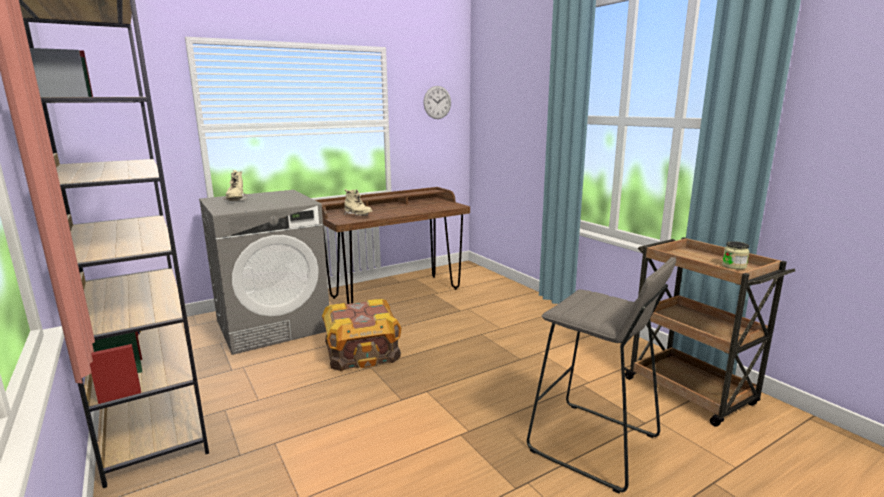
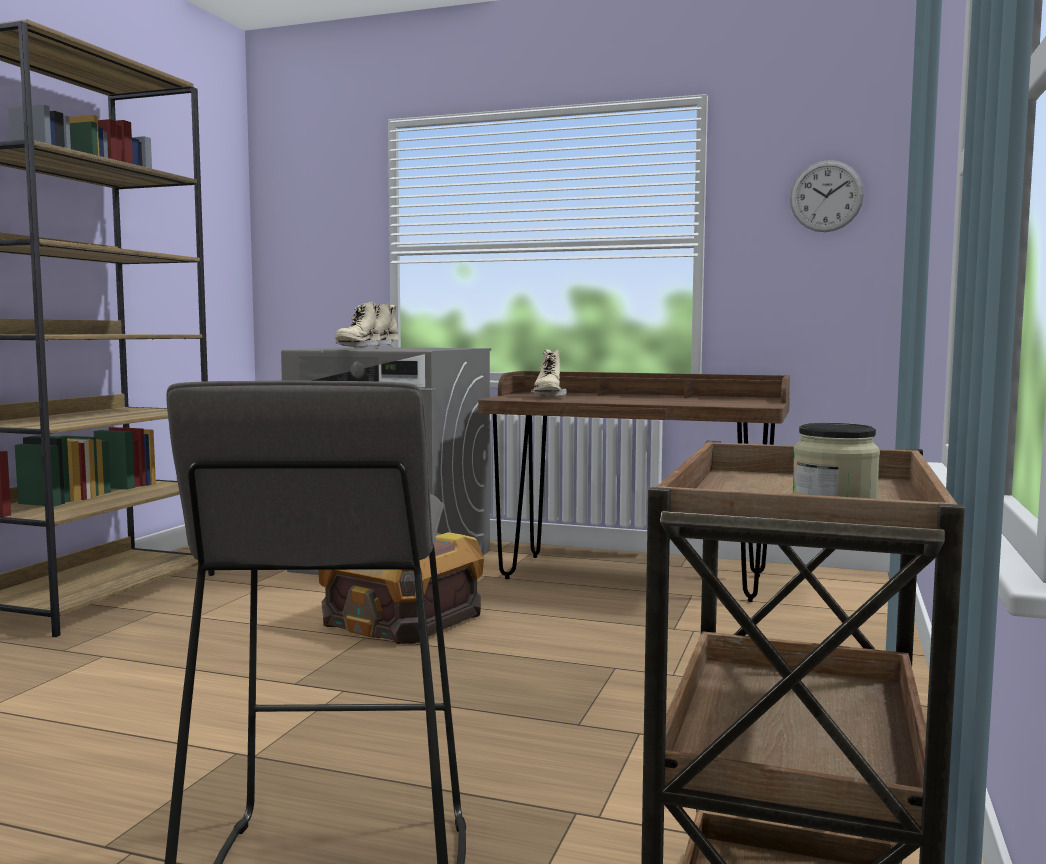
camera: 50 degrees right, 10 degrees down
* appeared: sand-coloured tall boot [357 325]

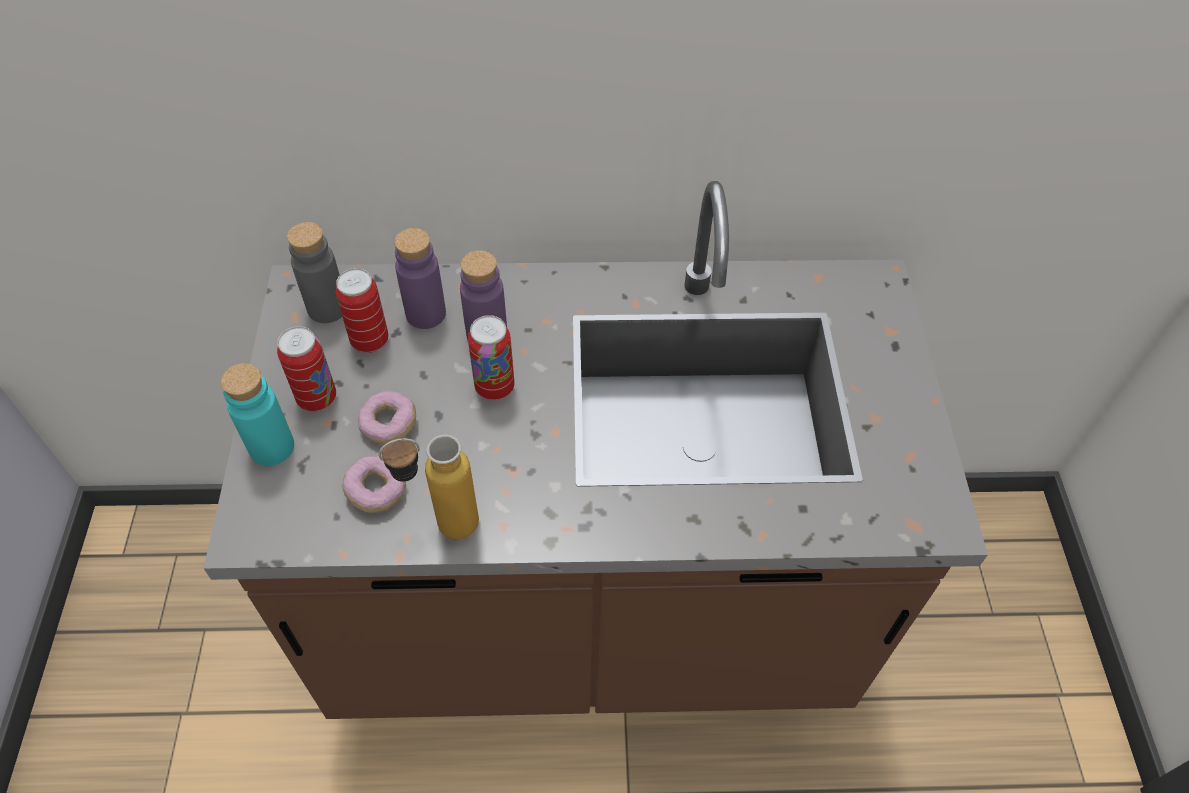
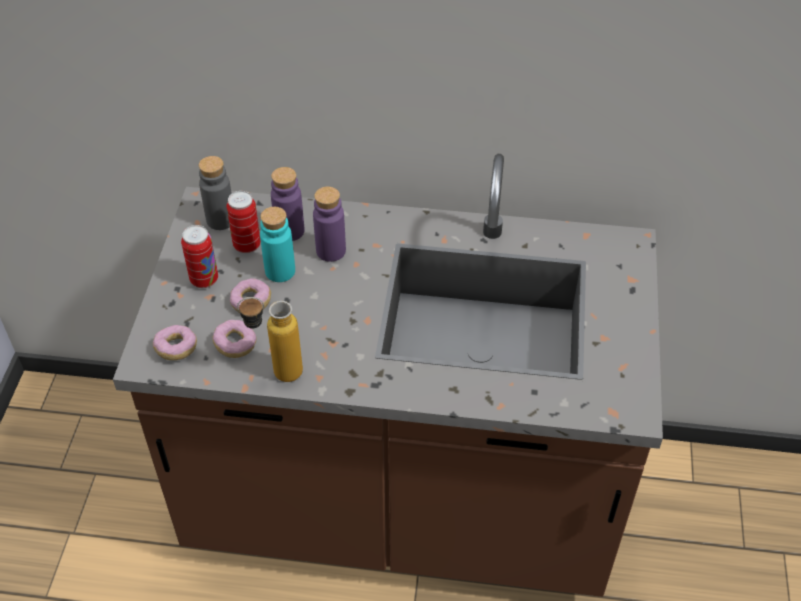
camera: 10 degrees right, 5 degrees down
* appeared: doughnut [175 342]
* relocated: blue-green drink bottle [257 414] to [277 244]
* missing: metal can [491 357]

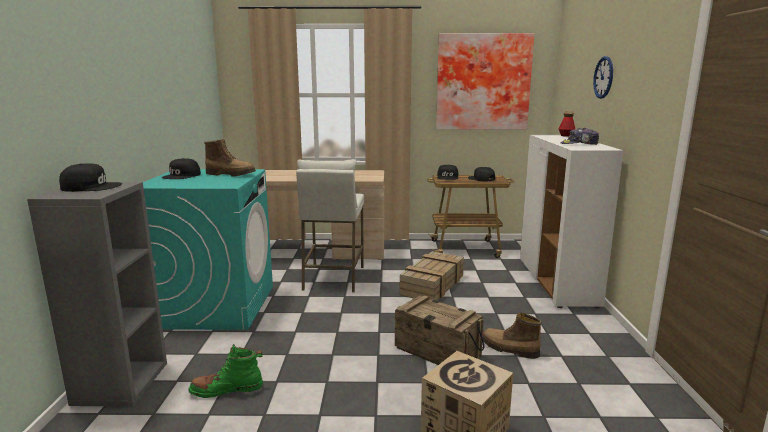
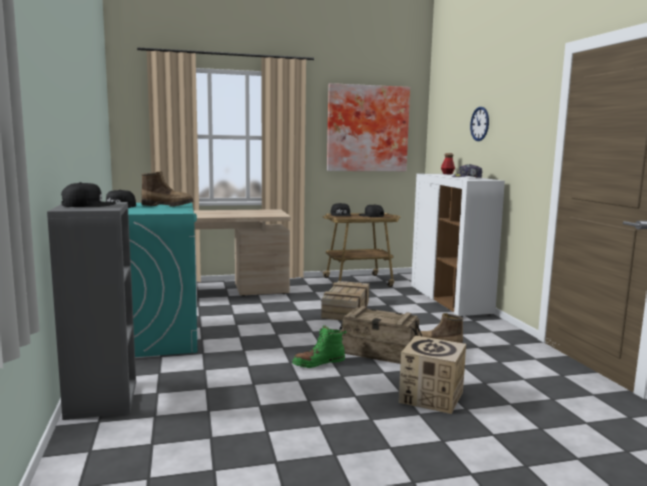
camera: 15 degrees left, 5 degrees down
* relocated: green tall boot [225 371] to [319 346]
* missing: white sitting stool [330 225]

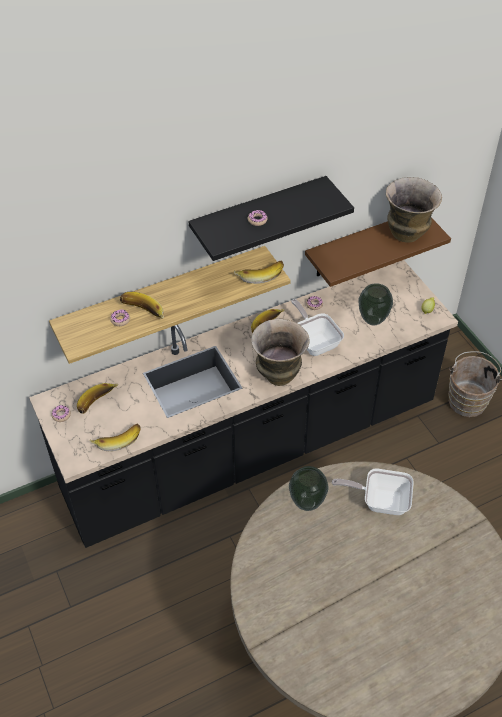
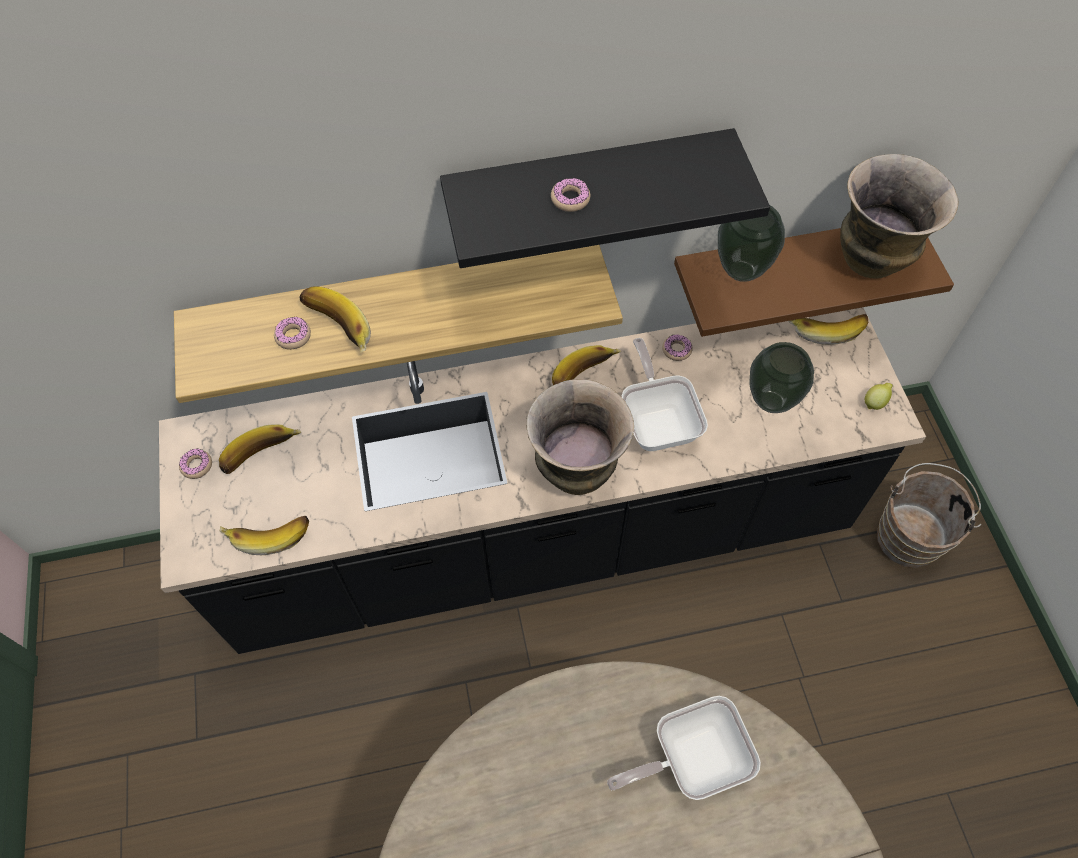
camera: 15 degrees right, 10 degrees up
* spun: skillet [373 492] = [684 748] 45 degrees counterclockwise
* relocated: flower vase [308 488] to [751 243]
* relocated: banana fruit [259 272] to [828 329]

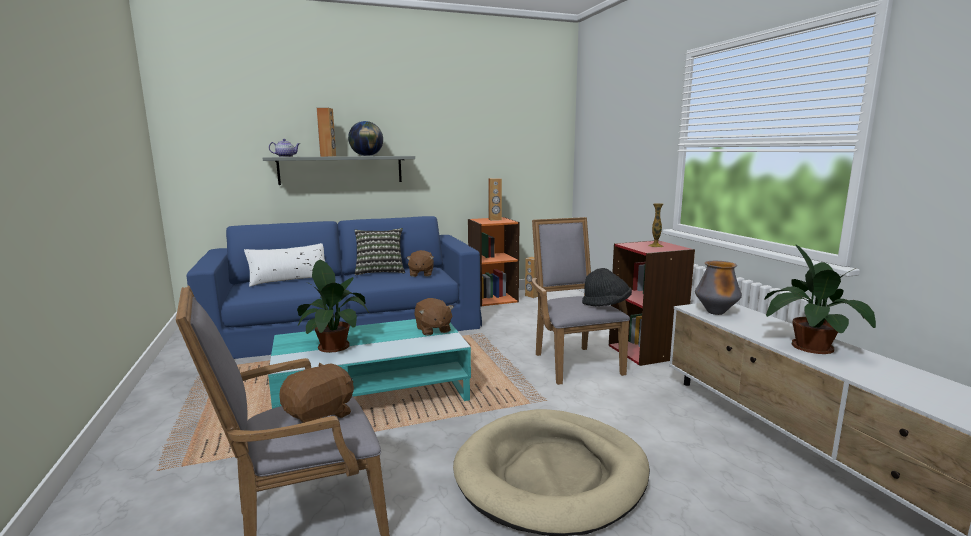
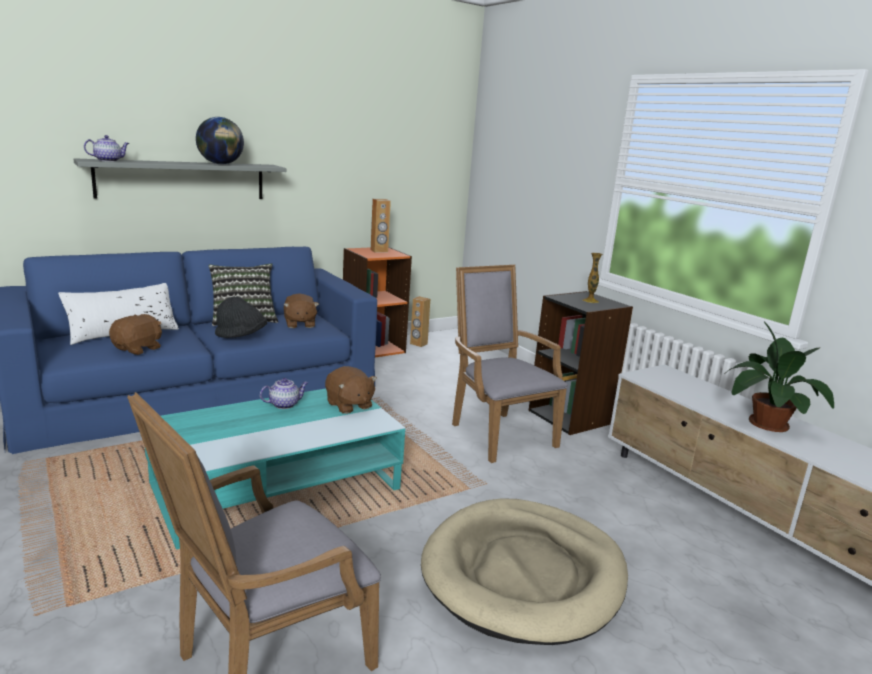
camera: 15 degrees left, 5 degrees up
* relocated: brown-coloured cuddly toy [316 392] to [135 334]
* relocated: black clothing hat [607 287] to [241 317]
* appeared: teapot [284 393]
* colour: red shelving unit [652 303] to black shelving unit [580 363]
* missing: houseplant [333 306]
* missing: brown-coloured audio speaker [326 132]
* missing: flower vase [718 288]

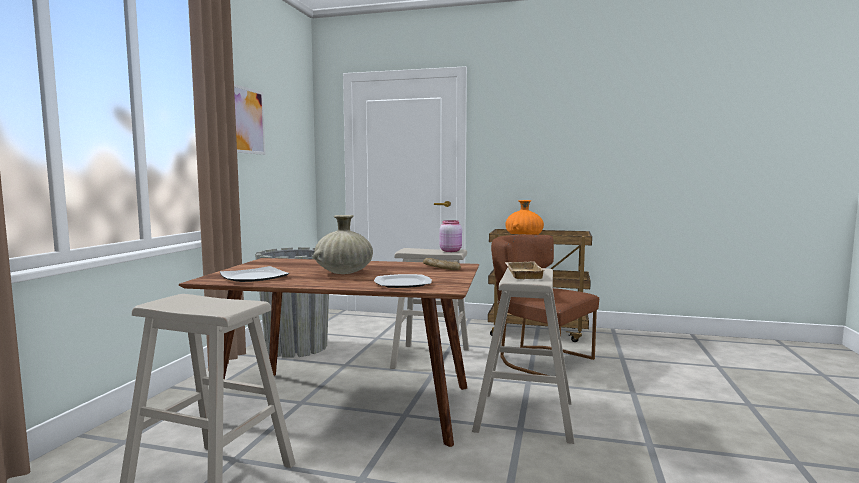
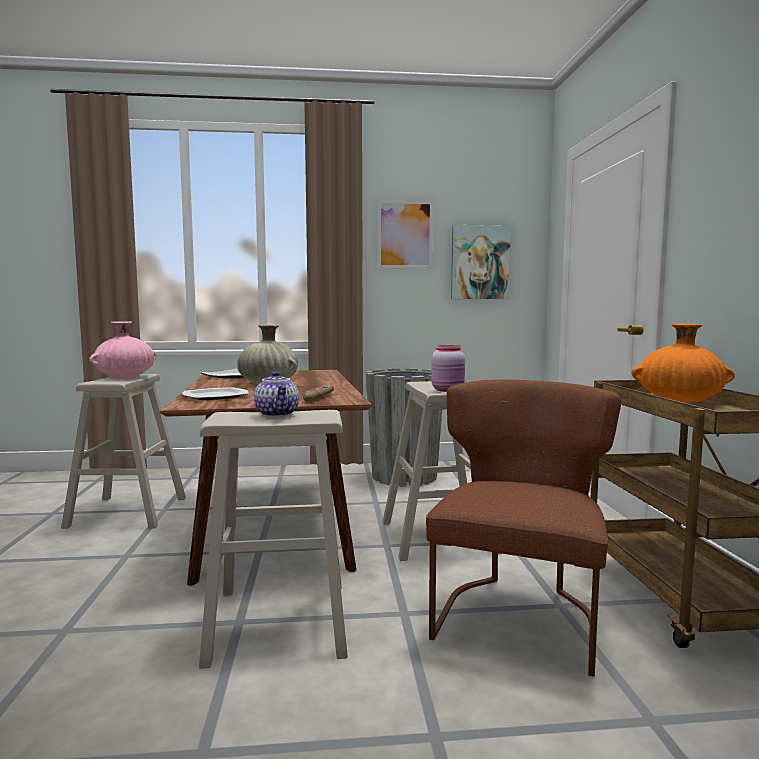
camera: 70 degrees right, 0 degrees up
* appeared: pinkish flower vase [123 349]
* exchanged: sand-coloured tray [524 270] to teapot [276 394]
* appeared: wall art [481 262]

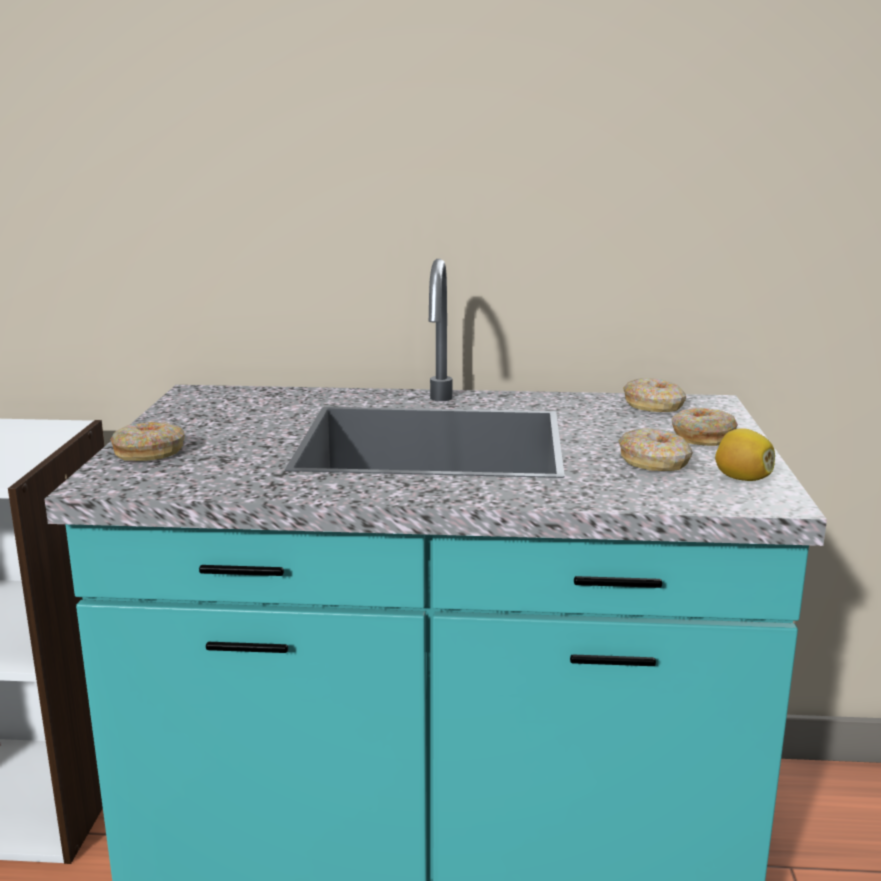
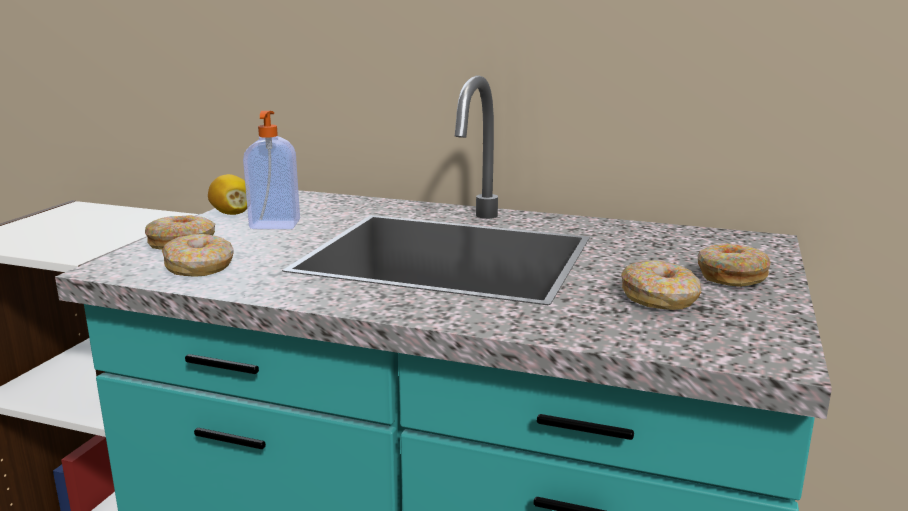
camera: 15 degrees right, 0 degrees up
* relocated: doughnut [654 395] to [198 255]
* relocated: citrus fruit [745 454] to [227 194]
* appeared: soap bottle [271 170]

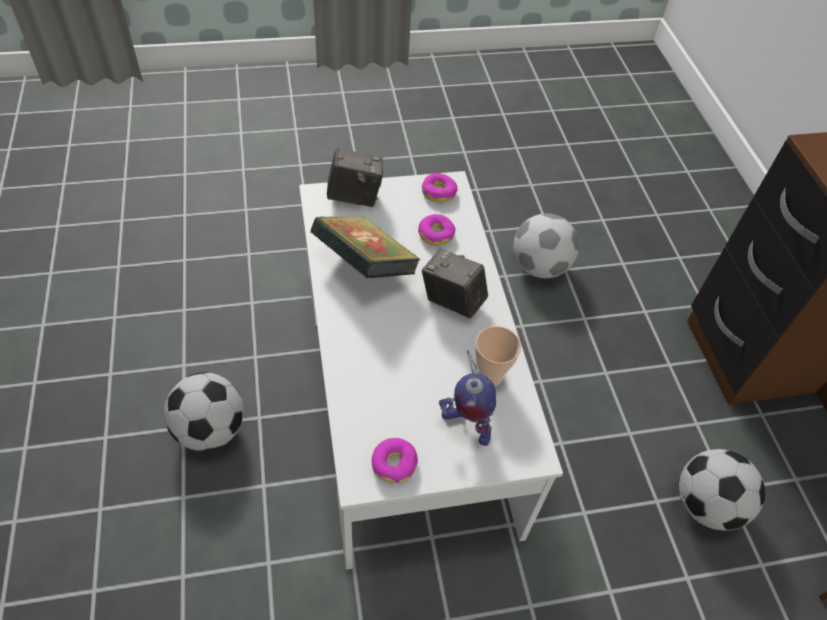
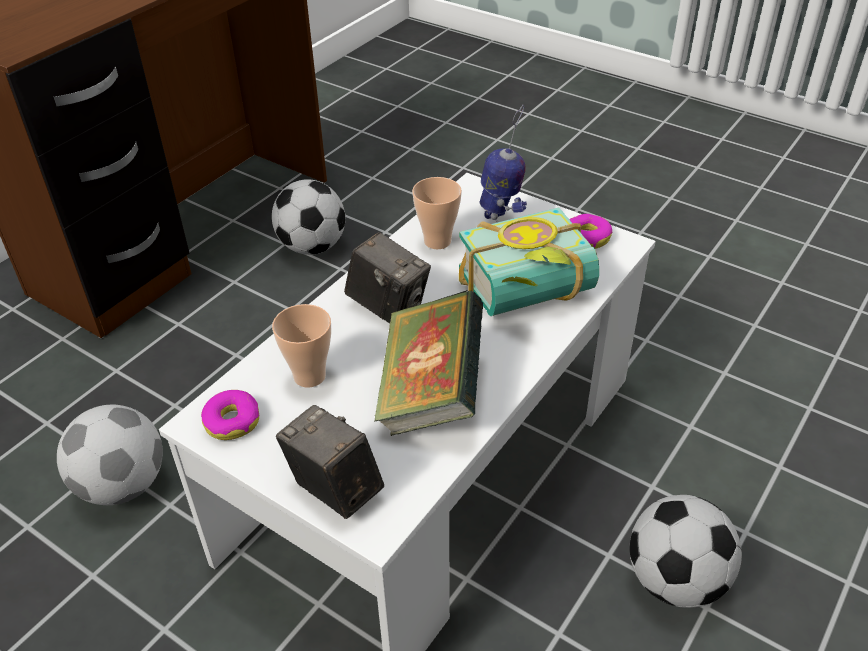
camera: 130 degrees left, 10 degrees down
* exchanged: doughnut [437 230] to cup [301 346]
* spun: still camera [455 284] = [387 278] 45 degrees counterclockwise
* appeared: book [529 262]

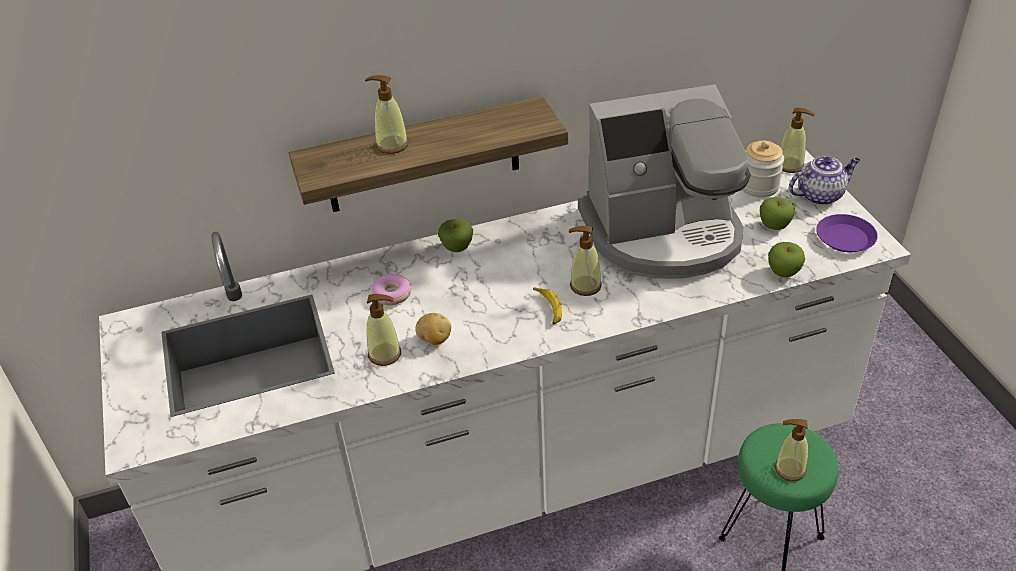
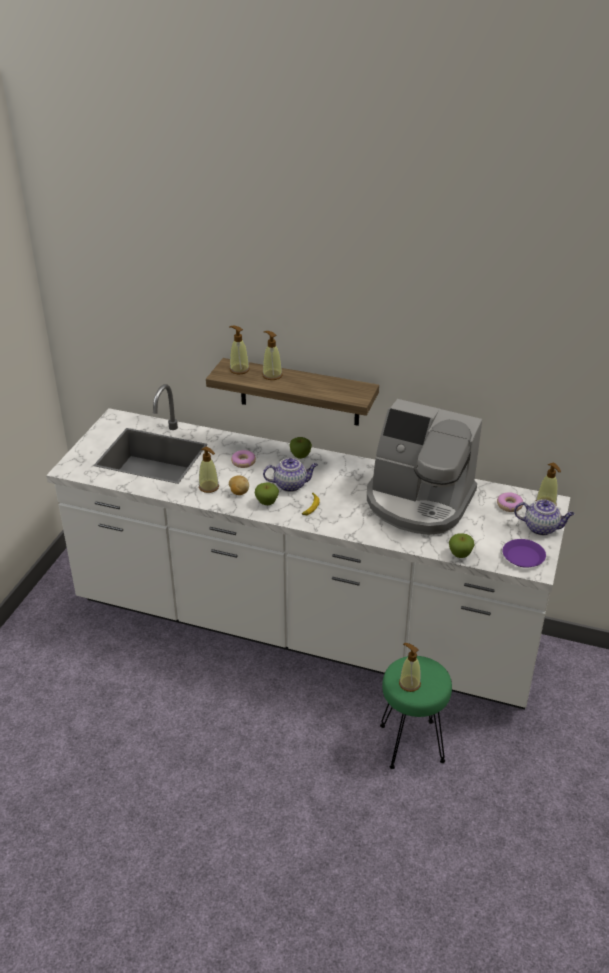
camera: 35 degrees right, 5 degrees down
* relocated: soap bottle [585 261] to [239 350]
* relocated: whole apple [777 213] to [267 494]
* appeared: teapot [290 475]
* exchanged: storage jar [763 169] to doughnut [510 502]

